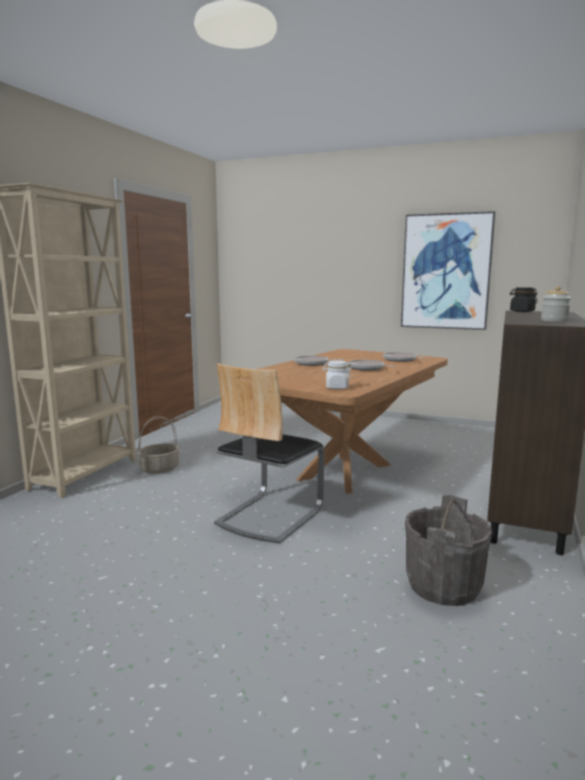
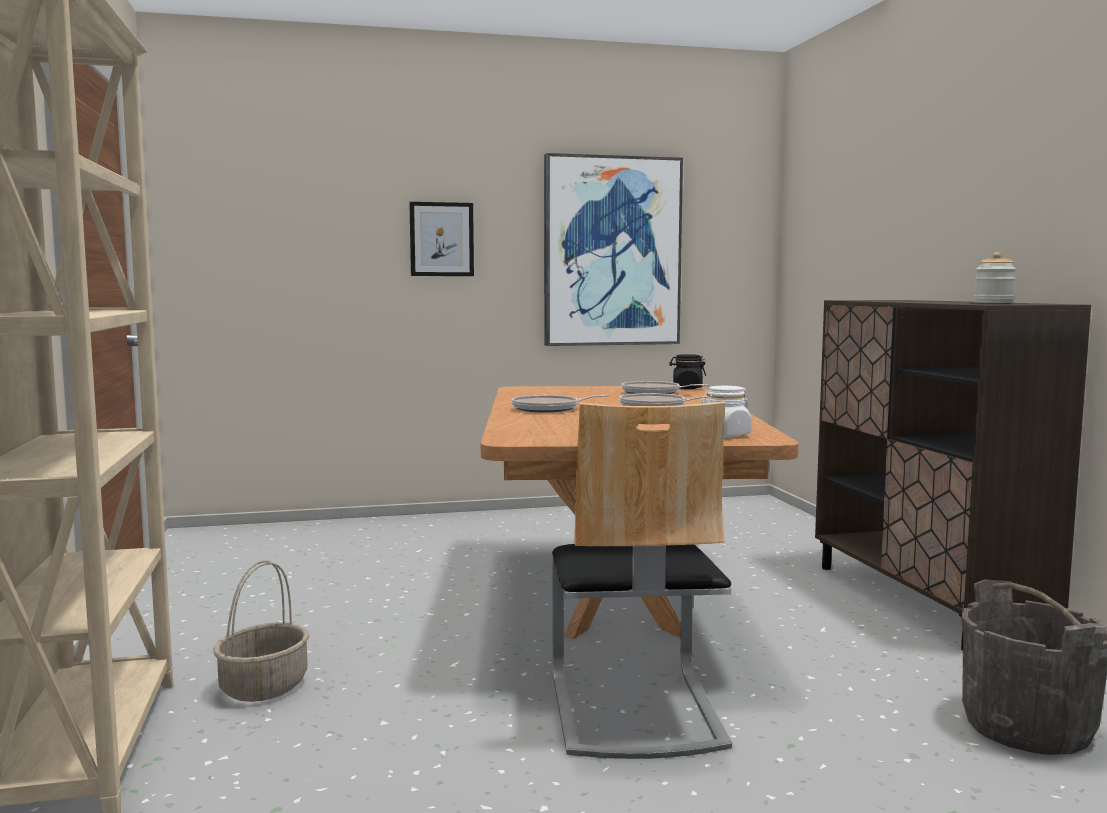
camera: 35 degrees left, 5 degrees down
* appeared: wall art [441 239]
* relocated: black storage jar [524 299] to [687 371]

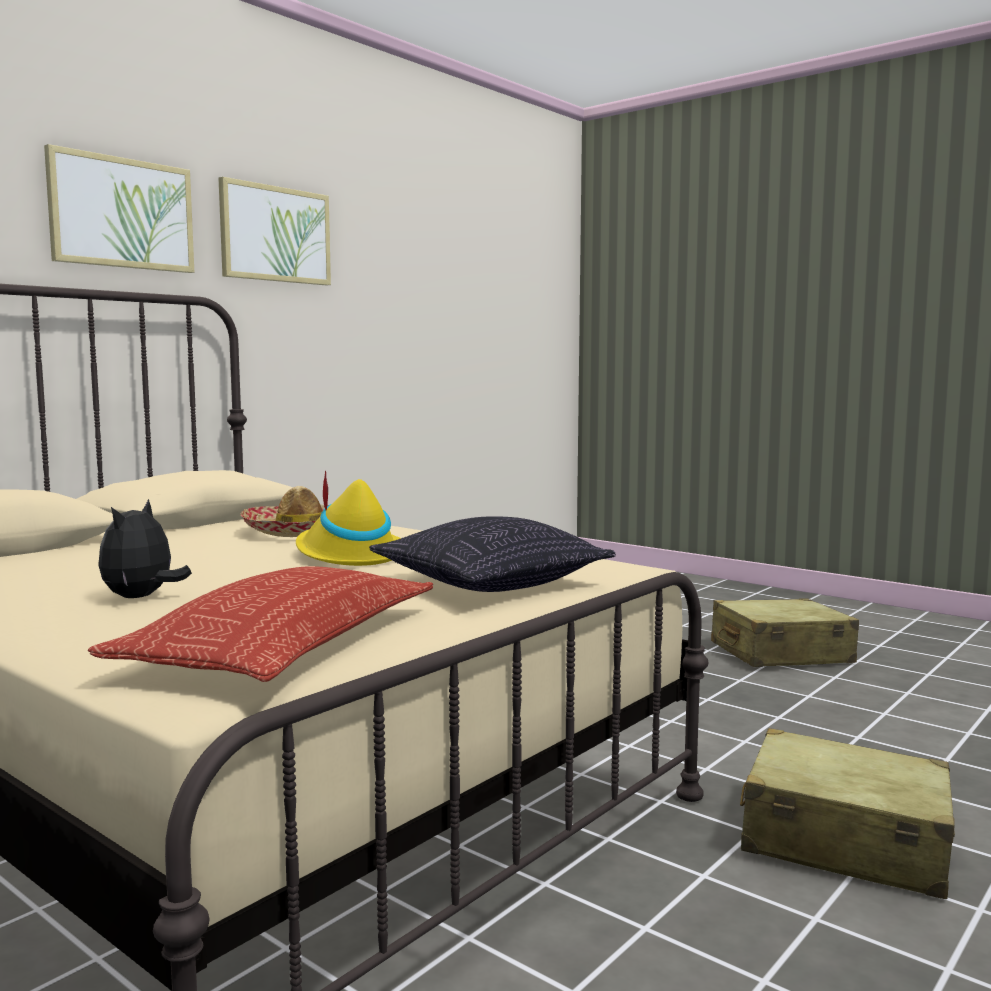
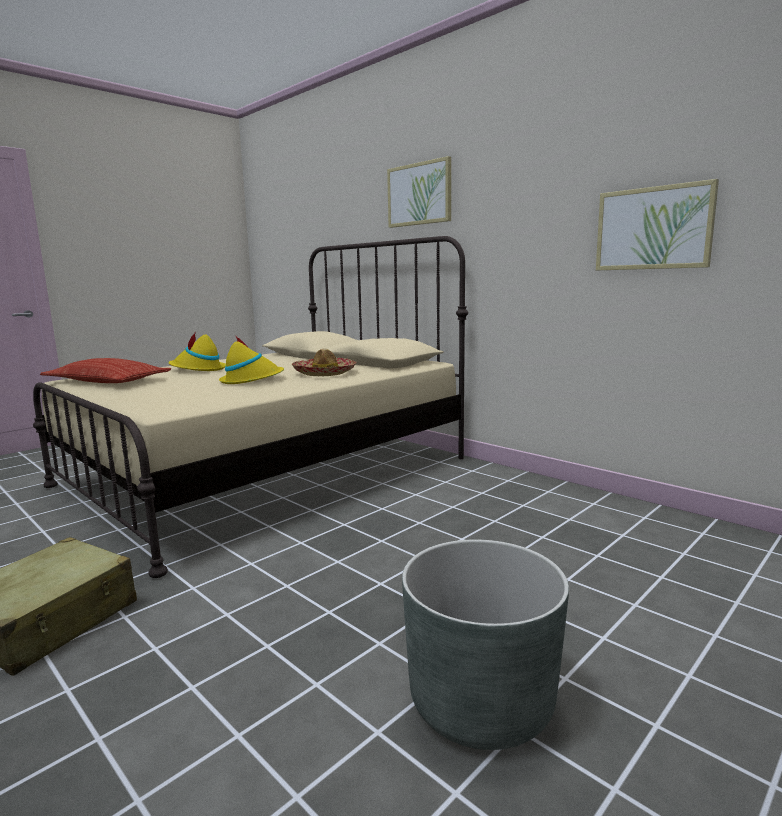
camera: 95 degrees right, 5 degrees up
* exchanged: cuddly toy [145 548] to yellowish clothing hat [197 351]
* exchanged: sand-coloured travel case [785 632] to greyish planter [485 644]
* relocated: wall art [274 231] to [657 224]
* missing: cushion [492 554]

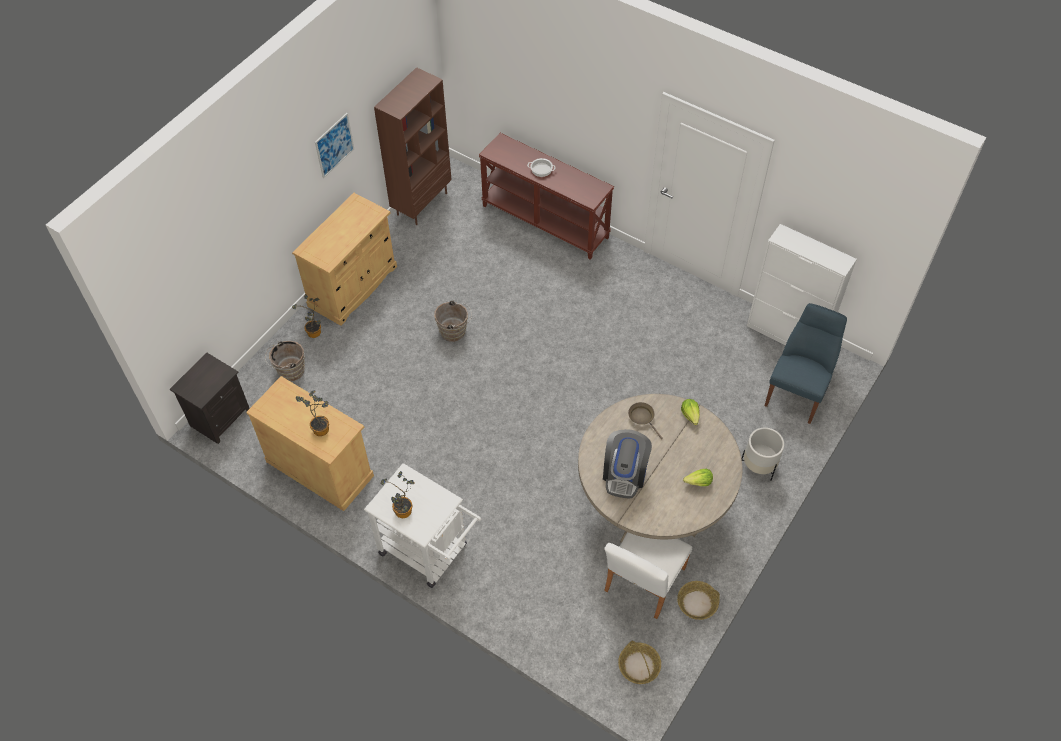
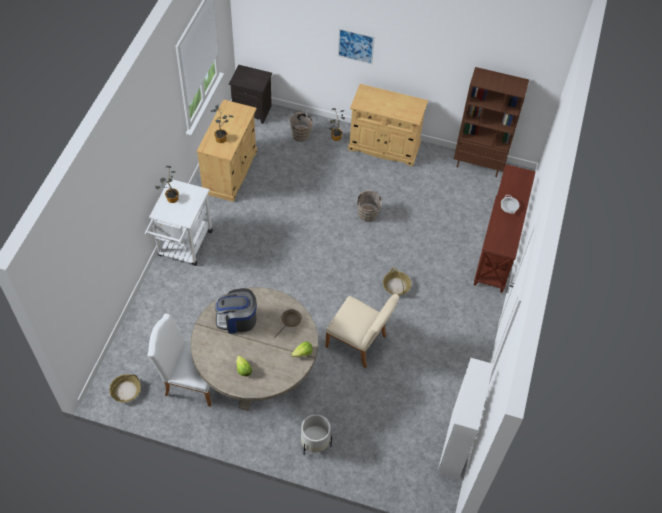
camera: 70 degrees right, 0 degrees up
* appeared: sand-coloured plain chair [362 331]
* relocated: wall art [334 145] to [356 46]
* relocated: household basket [698 600] to [397 281]
* missing: bluish plain chair [806 363]

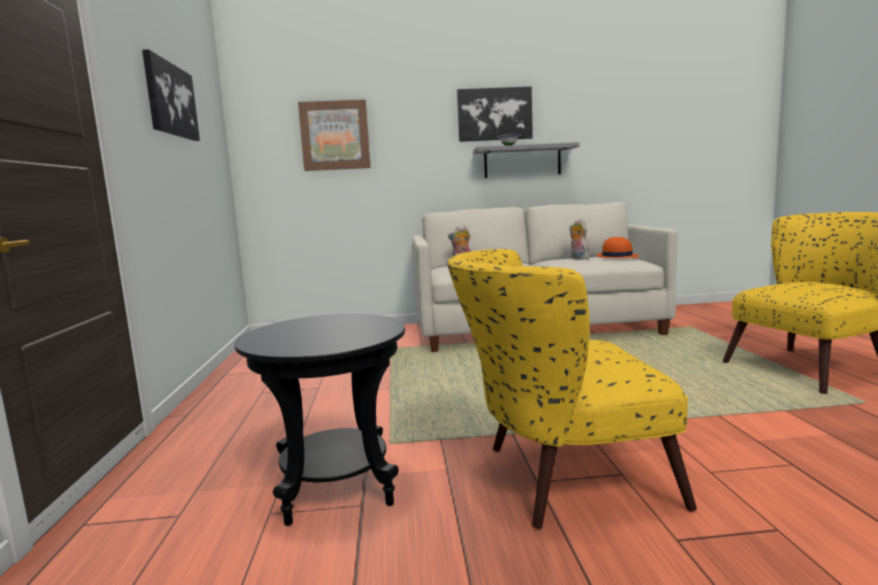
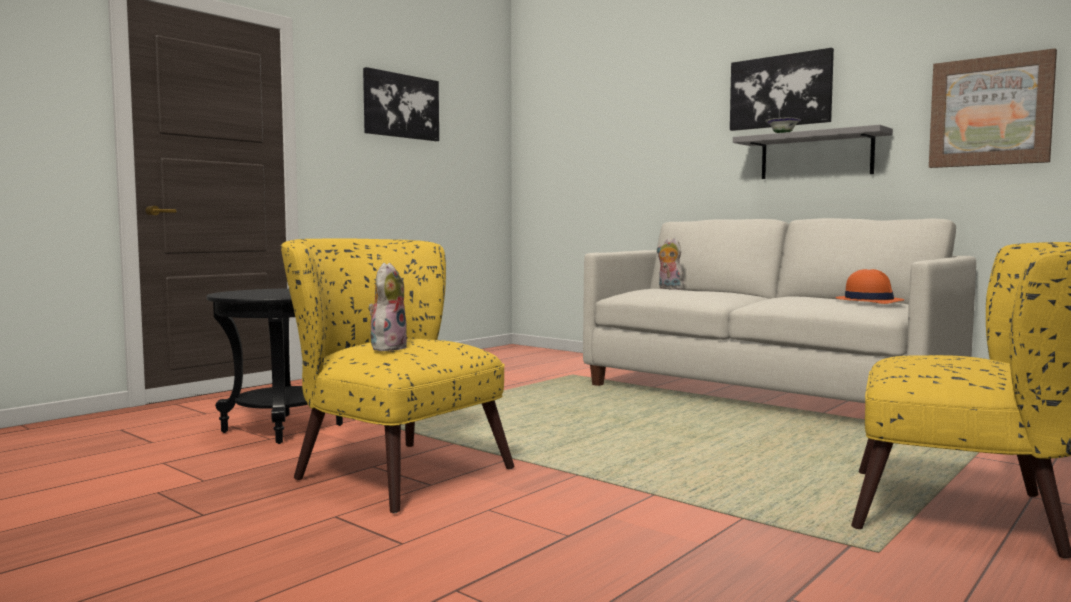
camera: 45 degrees right, 5 degrees down
* relocated: cuddly toy [579 239] to [387 307]
* relocated: wall art [334 135] to [993 108]

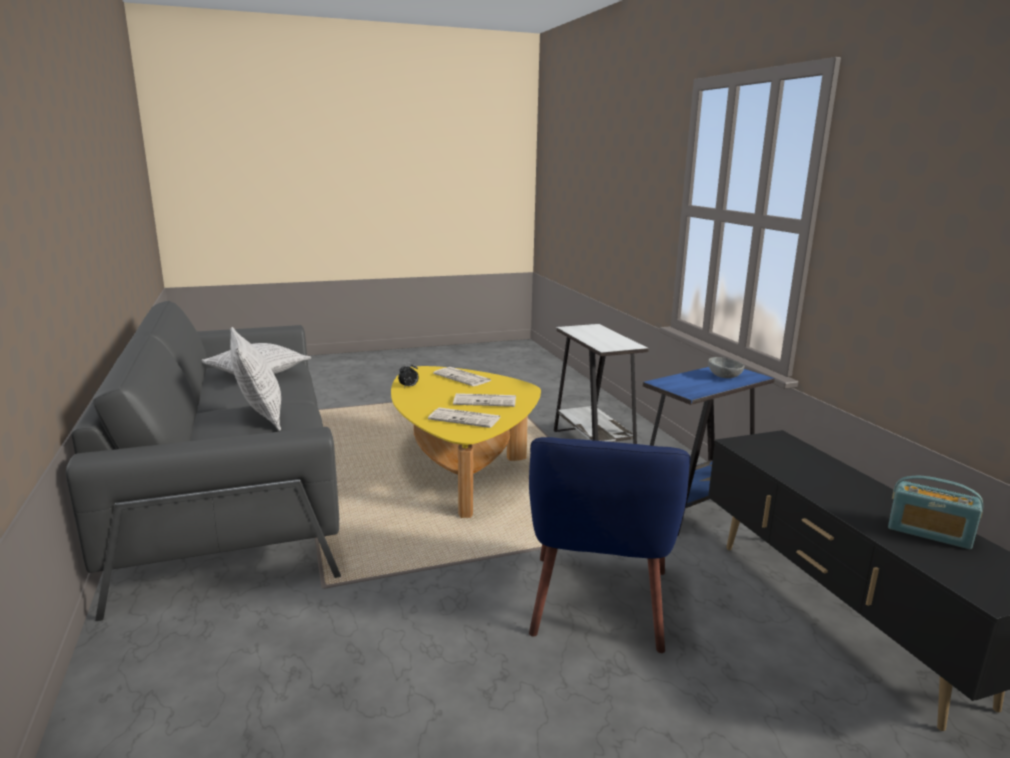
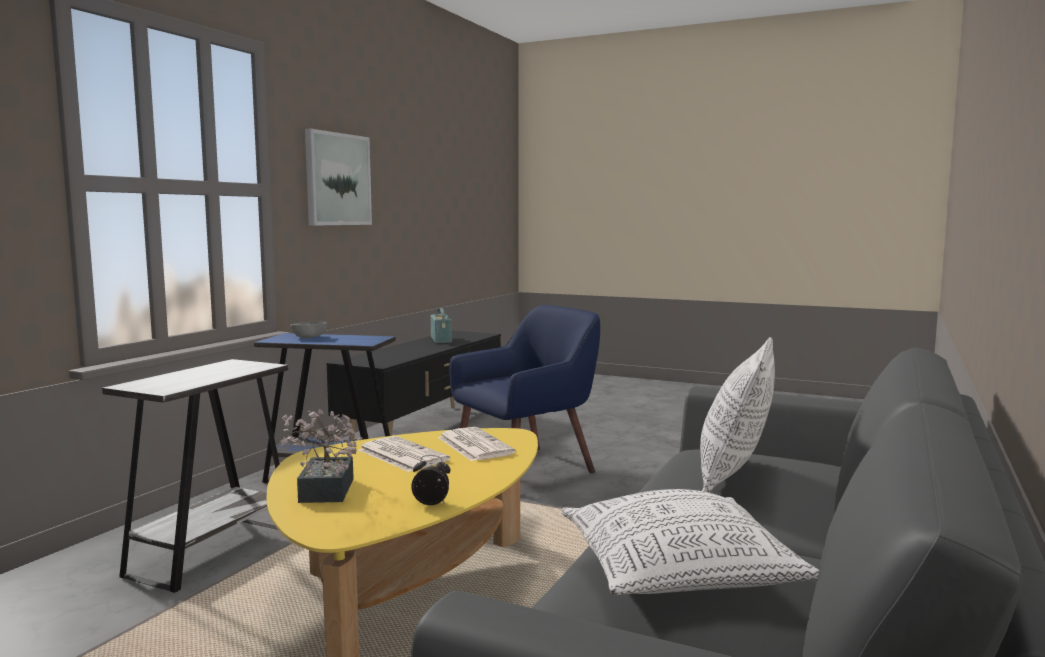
camera: 135 degrees left, 10 degrees down
* exchanged: daily paper [462 376] to houseplant [321 456]
* appeared: wall art [338 177]

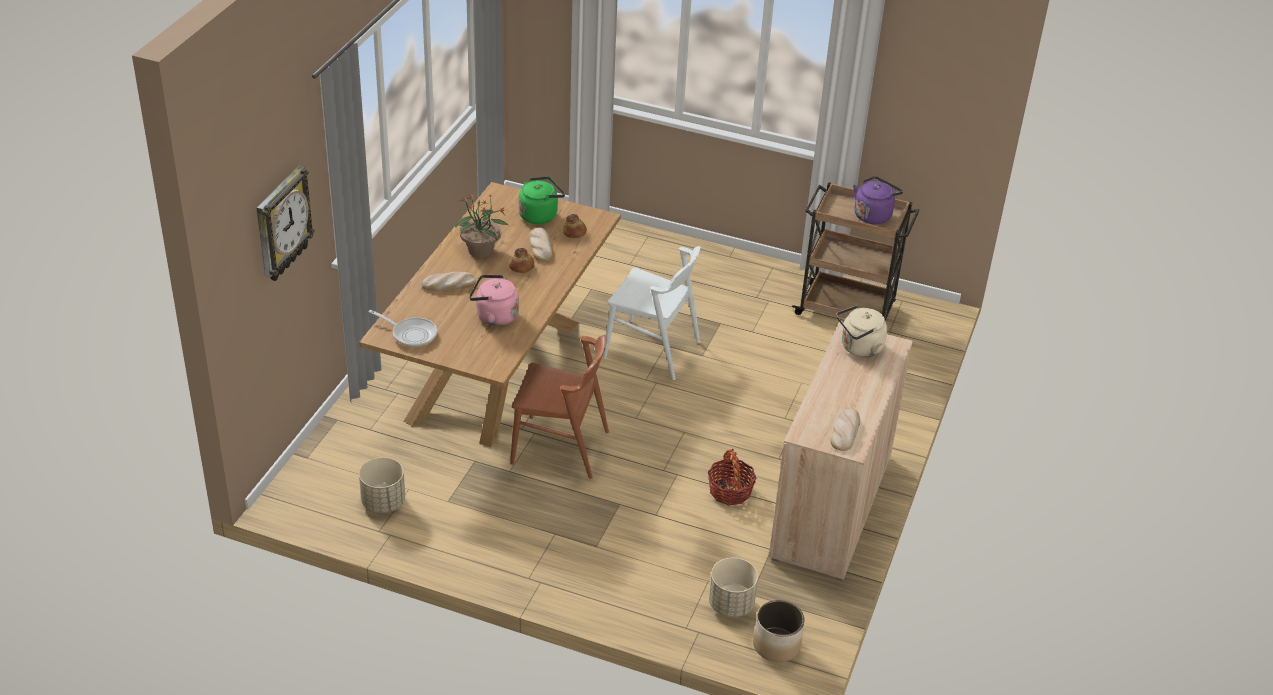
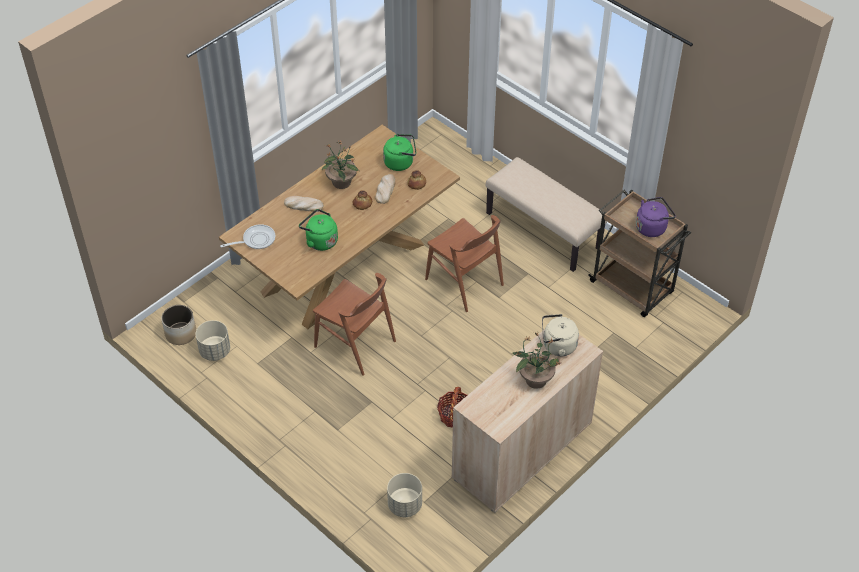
camera: 25 degrees right, 10 degrees up
* relocated: planter [779 631] to [178 325]
* spun: skillet [402 328] = [247 236] 75 degrees counterclockwise
* colour: pinkish kettle [494 300] to green kettle [318 230]
* colour: white plain chair [651 313] to brown-coloured plain chair [464 263]
* appeared: sand-coloured long seat [546 214]
* appeared: houseplant [536 360]
* missing: wall clock [285 223]
* missing: bread [845 430]

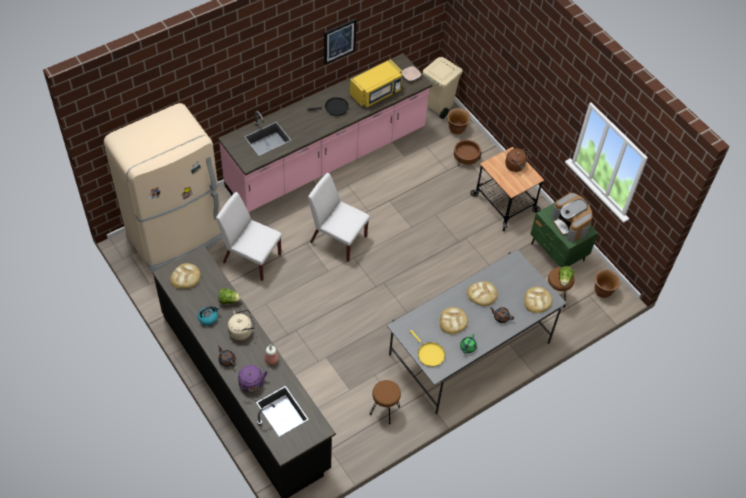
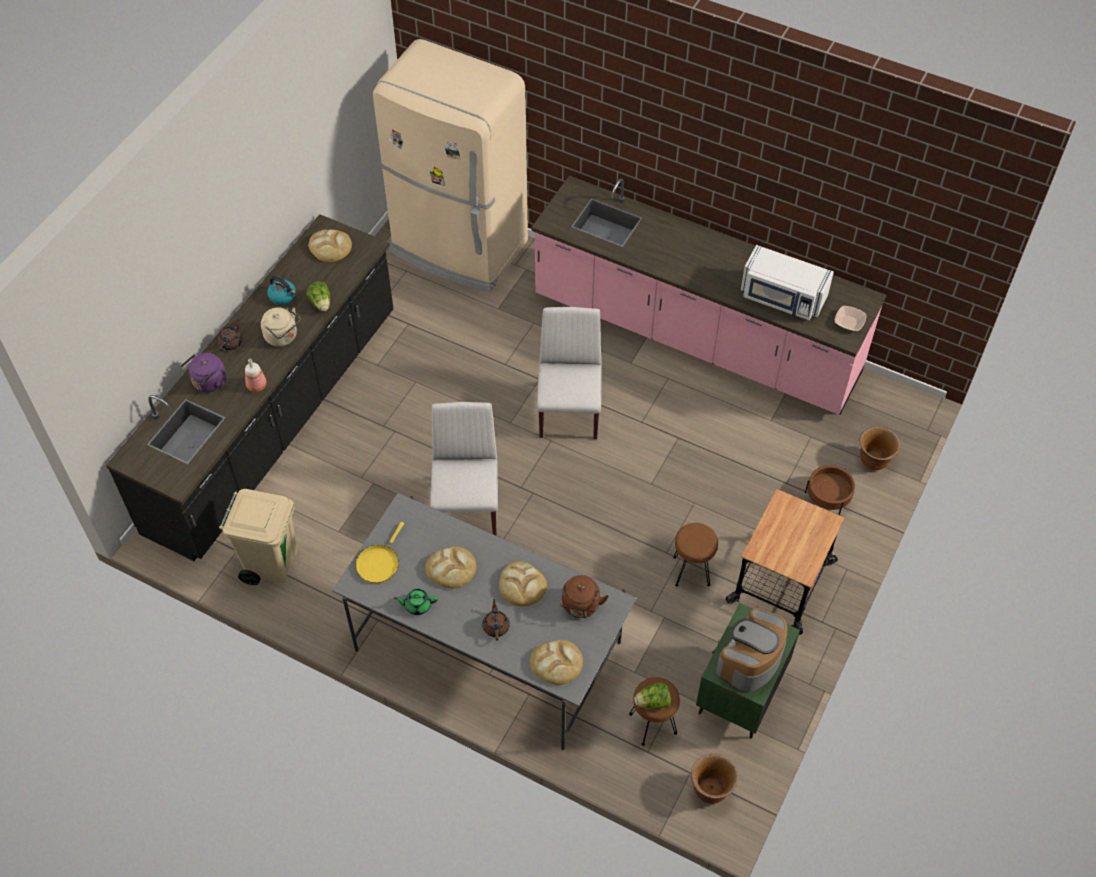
camera: 65 degrees right, 0 degrees up
* relocated: sand-coloured rubbish bin [442 88] to [258 537]
* relocated: white plain chair [249 236] to [464 469]
* relocated: brown-coloured kettle [518 160] to [584 596]
* relocated: brown-coloured sitting stool [385 402] to [695 555]
* colour: yellowish microwave [376 83] to white microwave [787 282]
* missing: black skillet [328 106]
* missing: wall art [340 42]

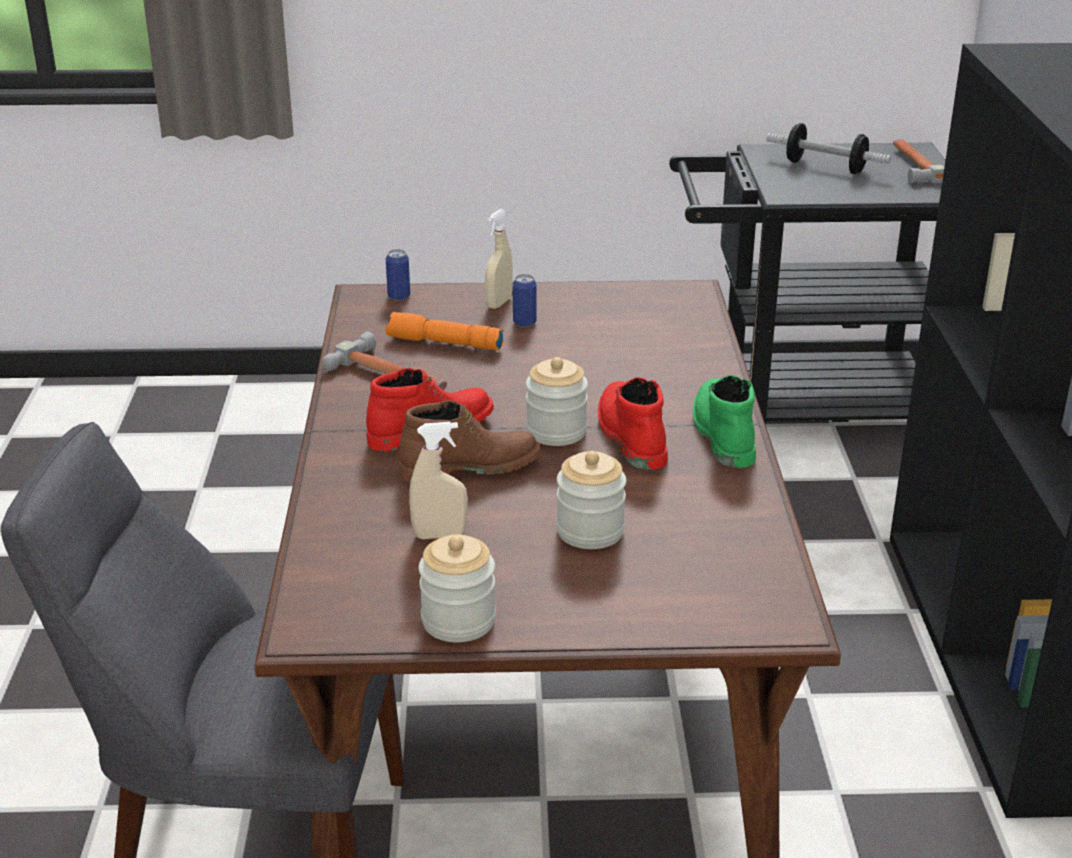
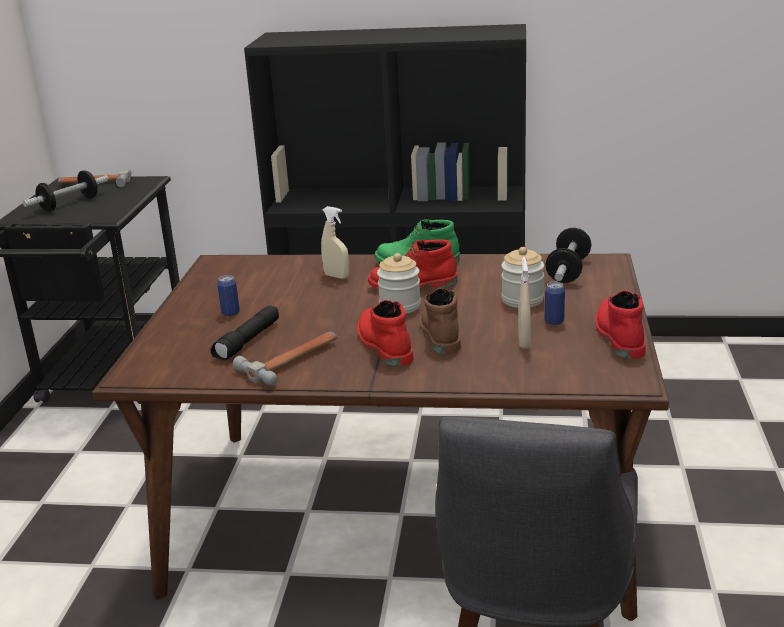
camera: 80 degrees left, 5 degrees down
* colour: orange torch [444 331] to black torch [244 333]
* relocated: sand-coloured spray bottle [499 259] to [335 242]
* appeared: free weight [568 255]
* relocated: metal can [398 274] to [555 303]
* exchanged: storage jar [457 588] to red tall boot [620 324]

